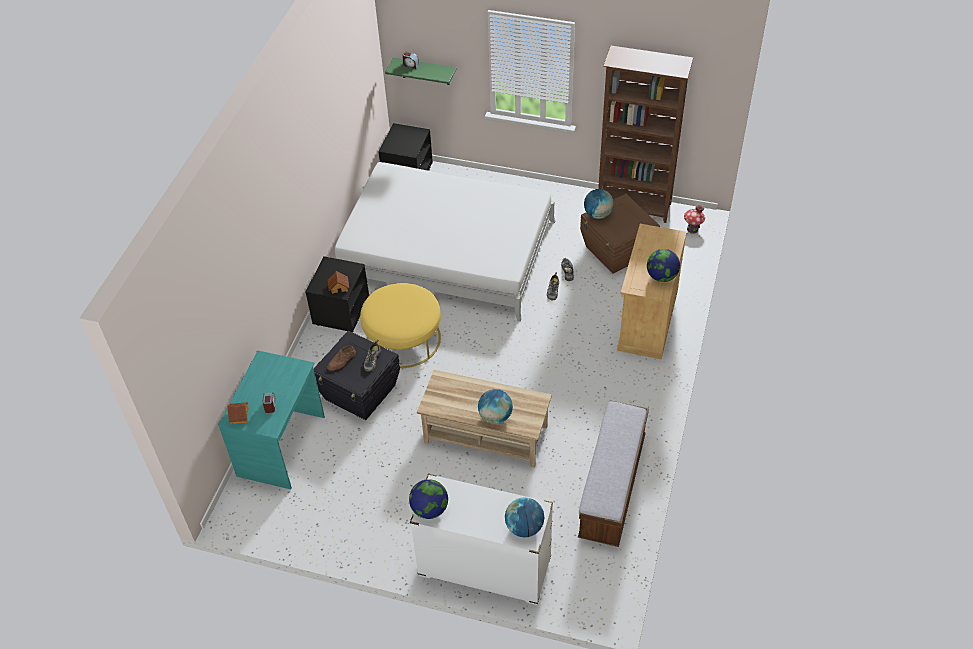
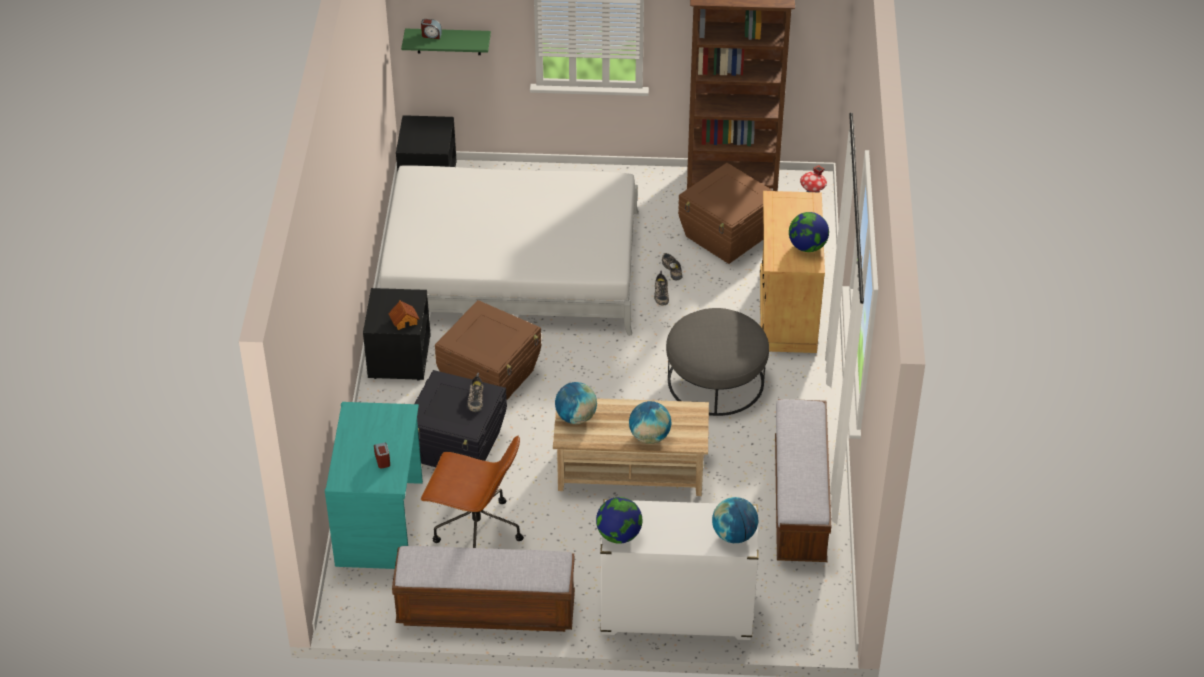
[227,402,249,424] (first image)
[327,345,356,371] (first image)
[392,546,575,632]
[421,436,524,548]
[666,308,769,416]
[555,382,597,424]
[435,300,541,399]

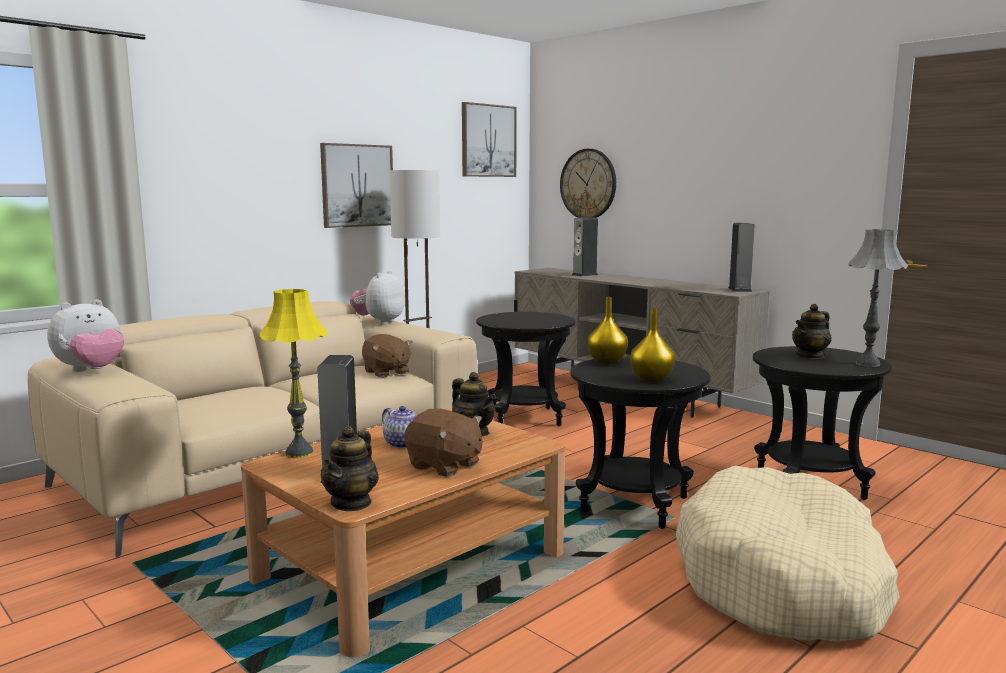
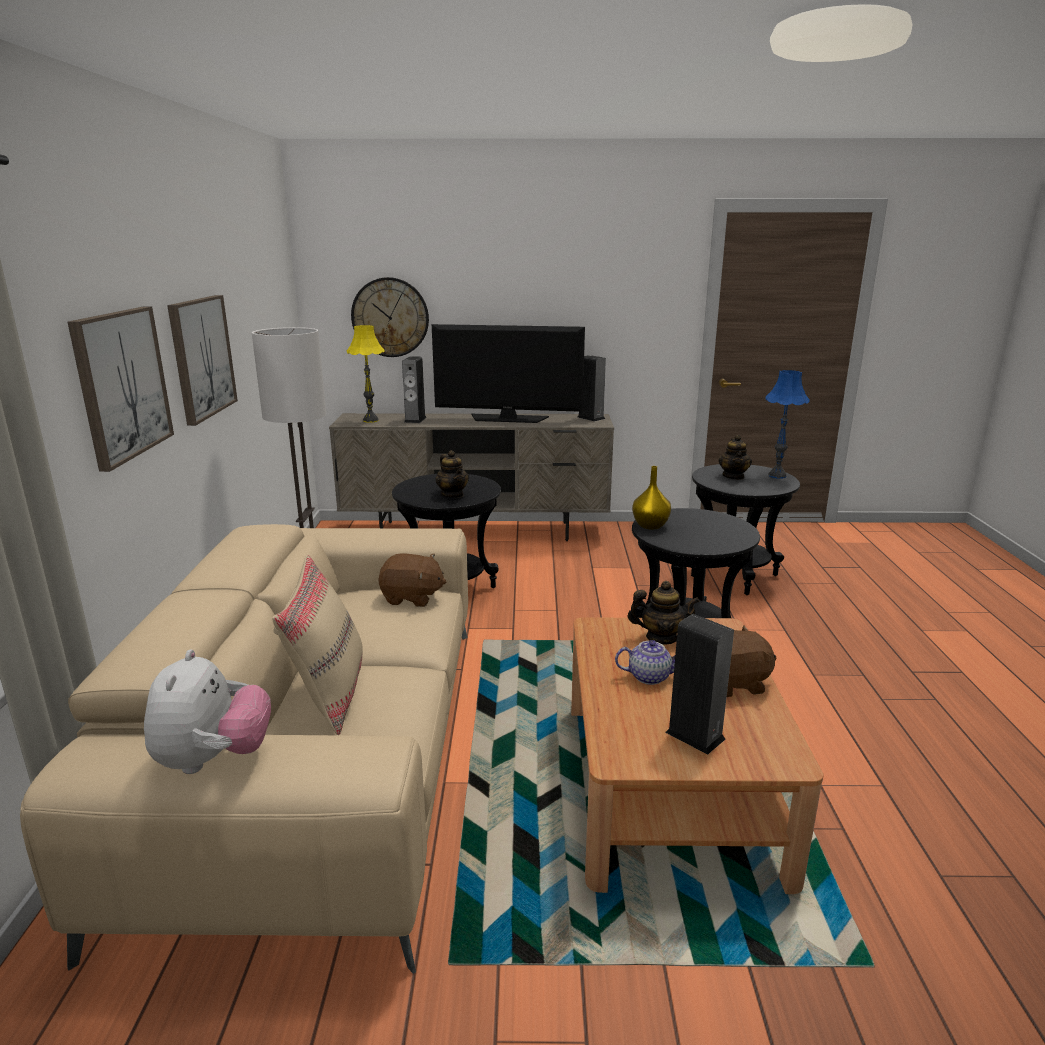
[350,270,405,324] (first image)
[630,308,675,383] (first image)
[676,466,900,642] (first image)
[272,555,363,735]
[432,324,585,423]
[347,325,385,423]
[435,450,469,498]
[68,307,174,472]
[765,370,810,479]

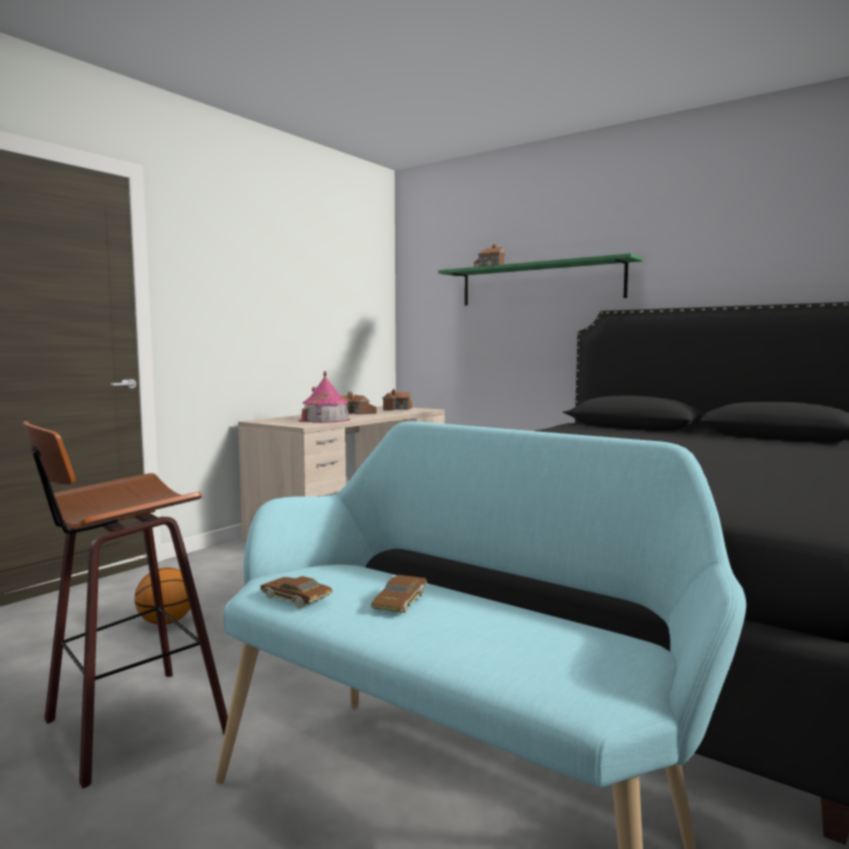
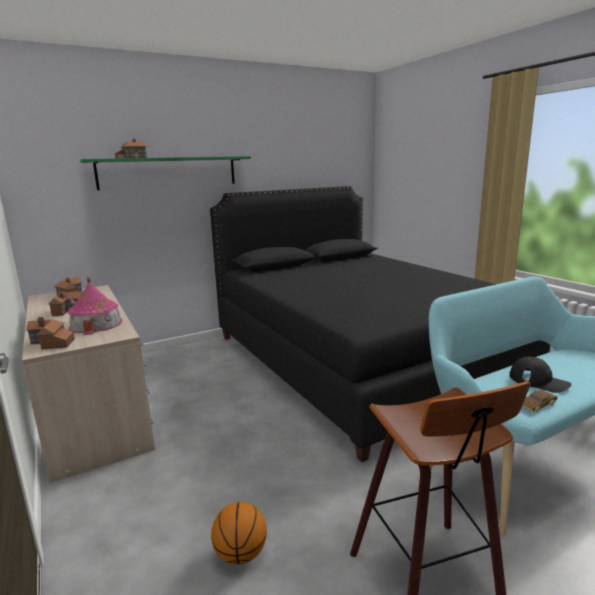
[26,317,75,350]
[510,357,572,393]

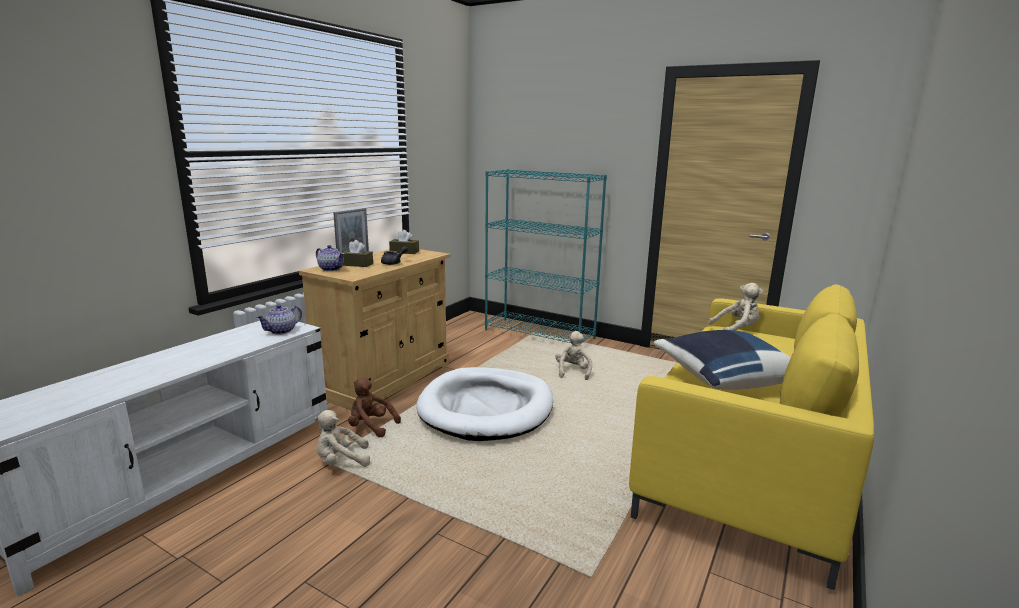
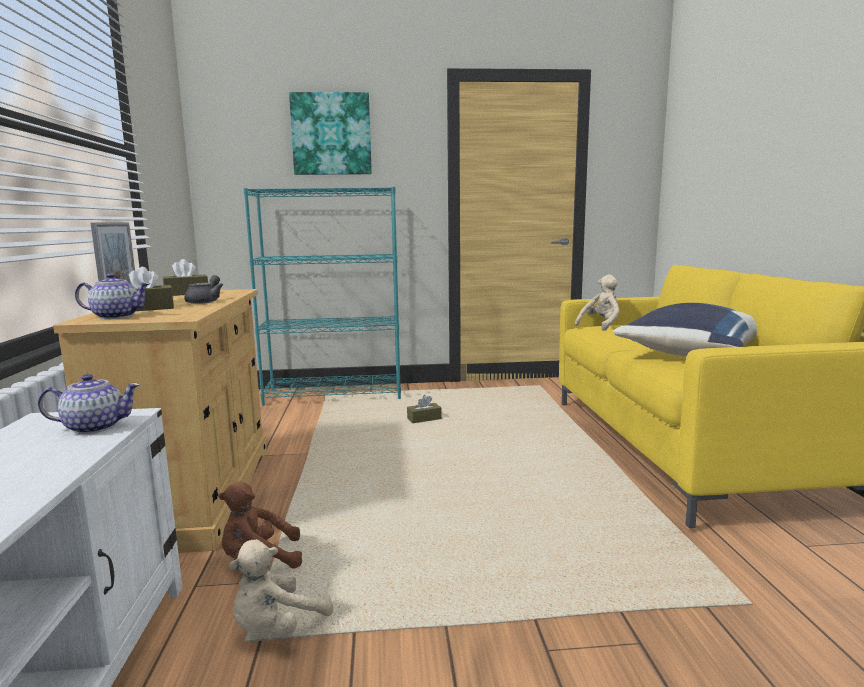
[416,367,553,441] (first image)
[289,92,372,175]
[407,395,442,423]
[38,374,140,434]

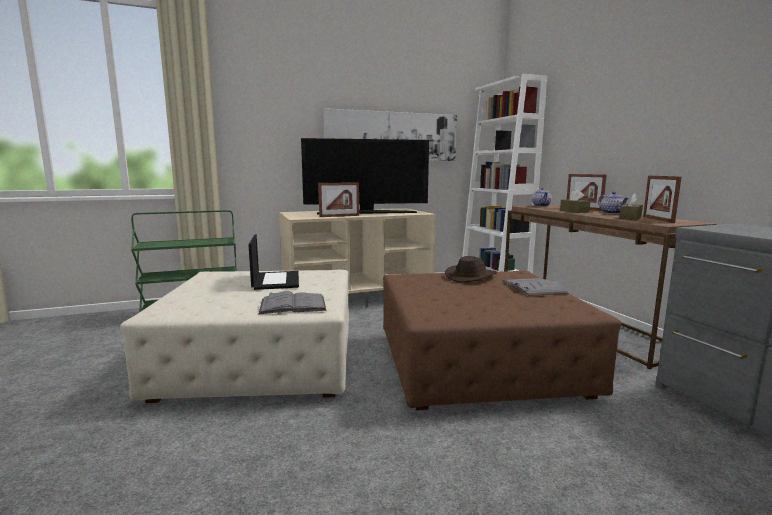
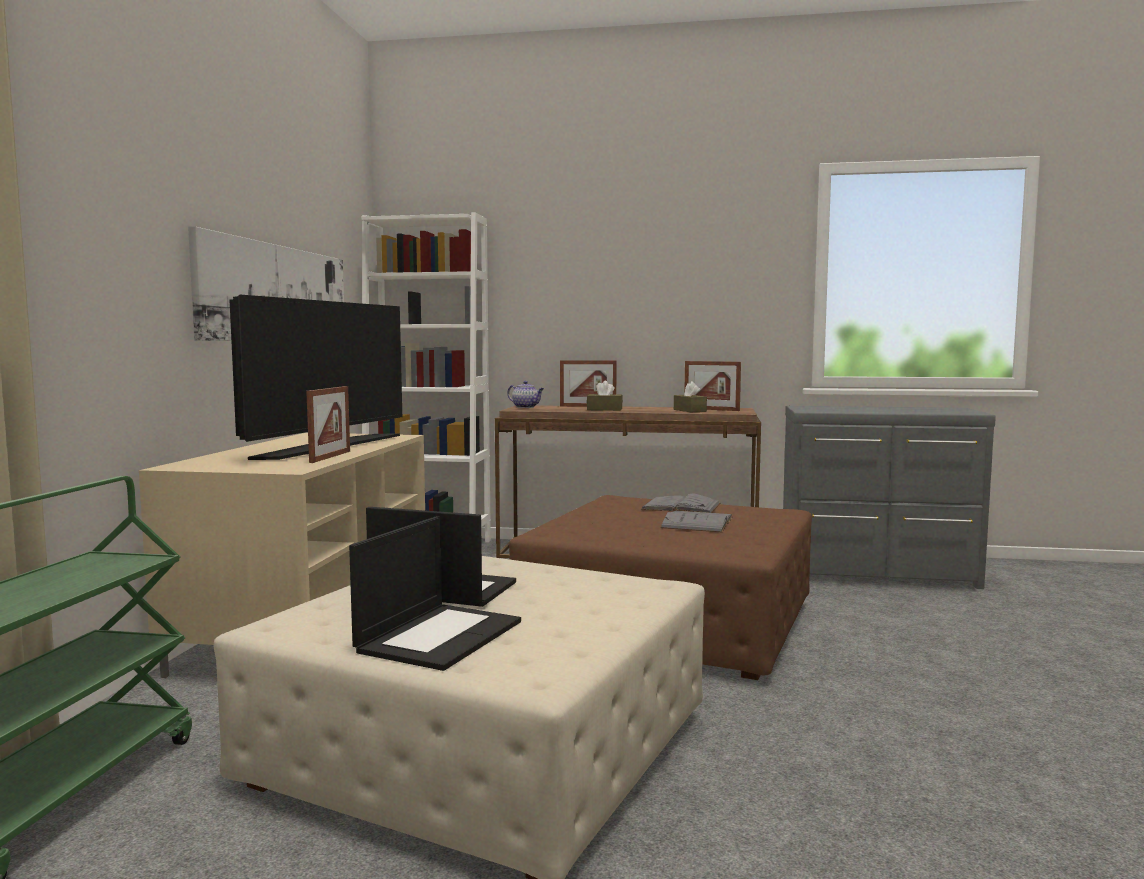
[445,256,497,282] (first image)
[598,191,629,214] (first image)
[349,516,521,671]
[660,511,733,532]

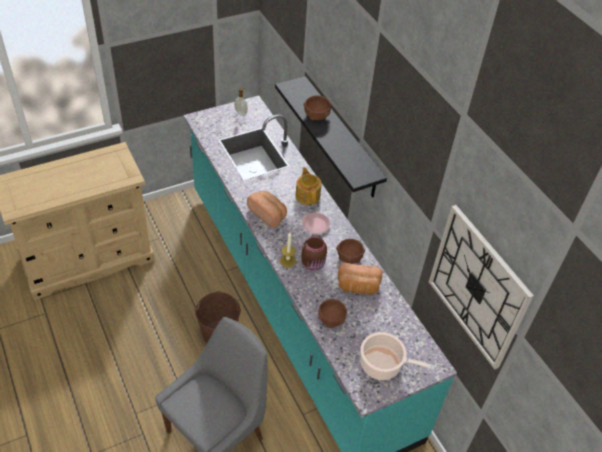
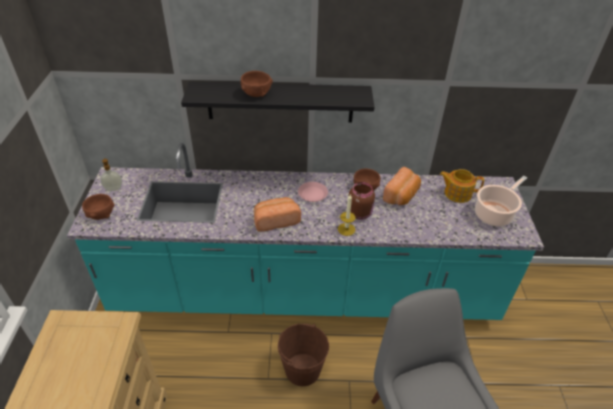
[429,205,534,370] (first image)
[440,169,484,203]
[82,194,114,220]

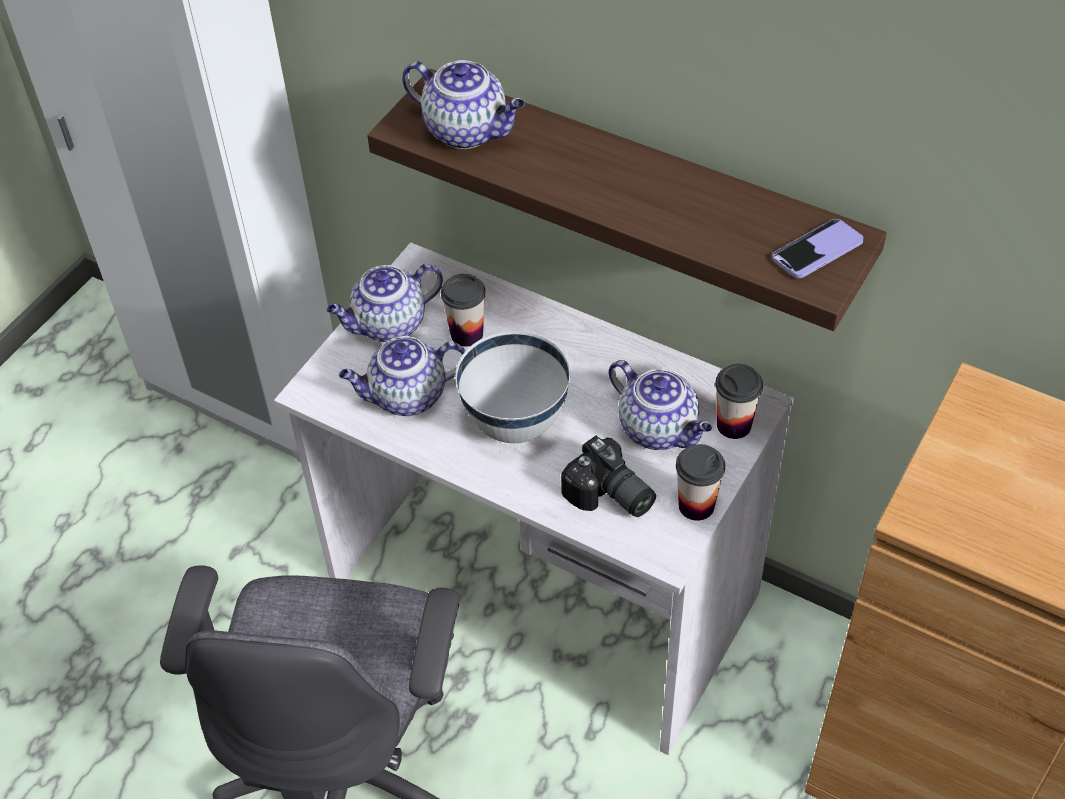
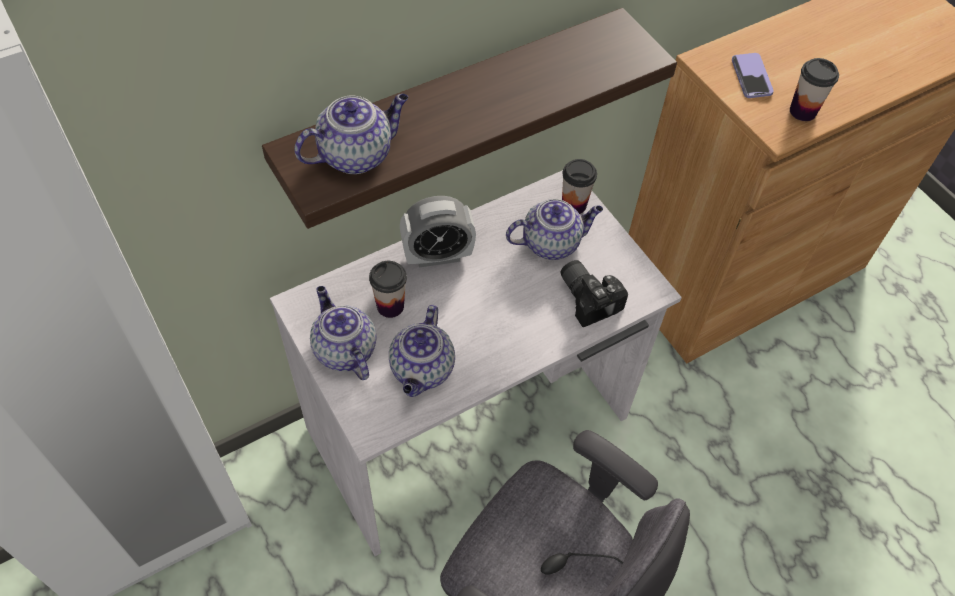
[455,331,570,443] (first image)
[400,196,476,268]
[790,58,839,121]
[732,53,774,98]
[310,286,377,380]
[561,260,628,327]

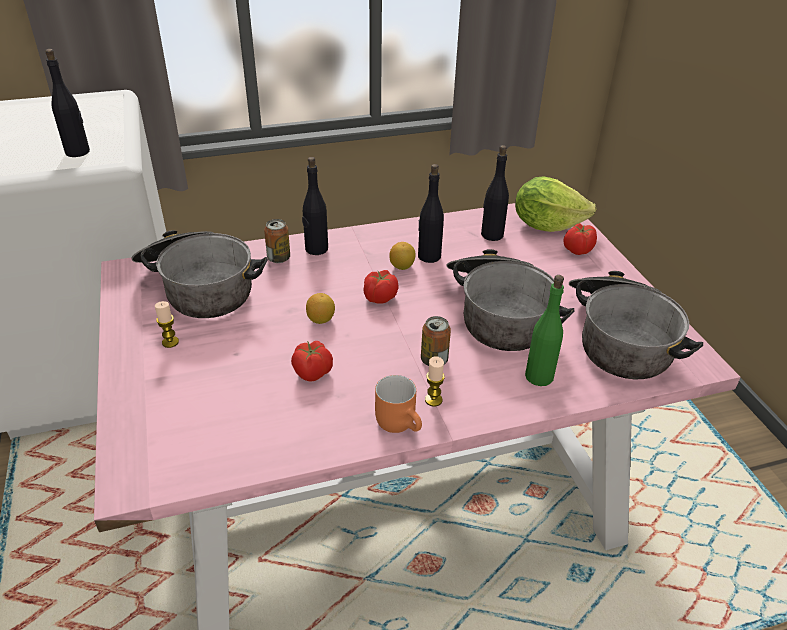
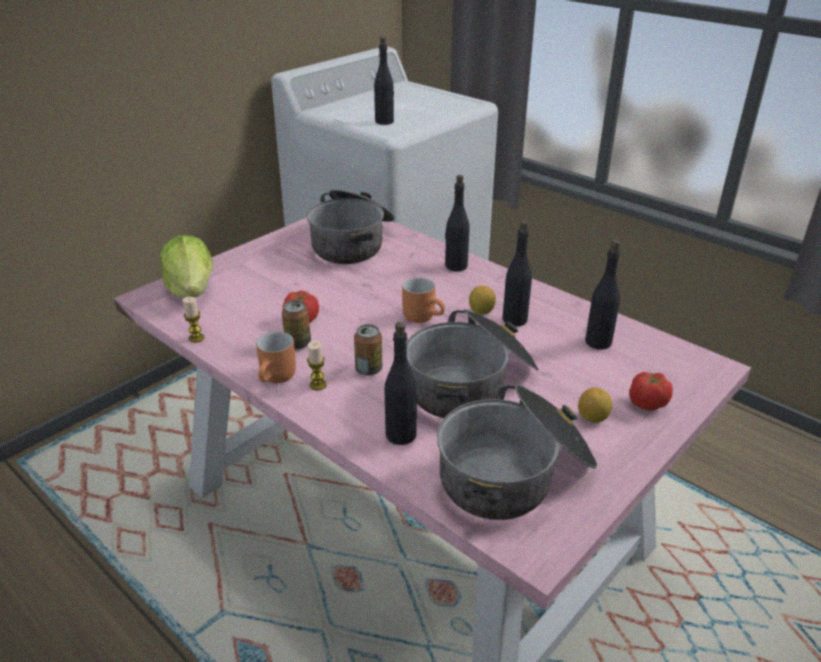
[183,297,205,343]
[282,300,311,349]
[578,388,612,423]
[160,235,213,298]
[402,277,445,323]
[385,322,418,445]

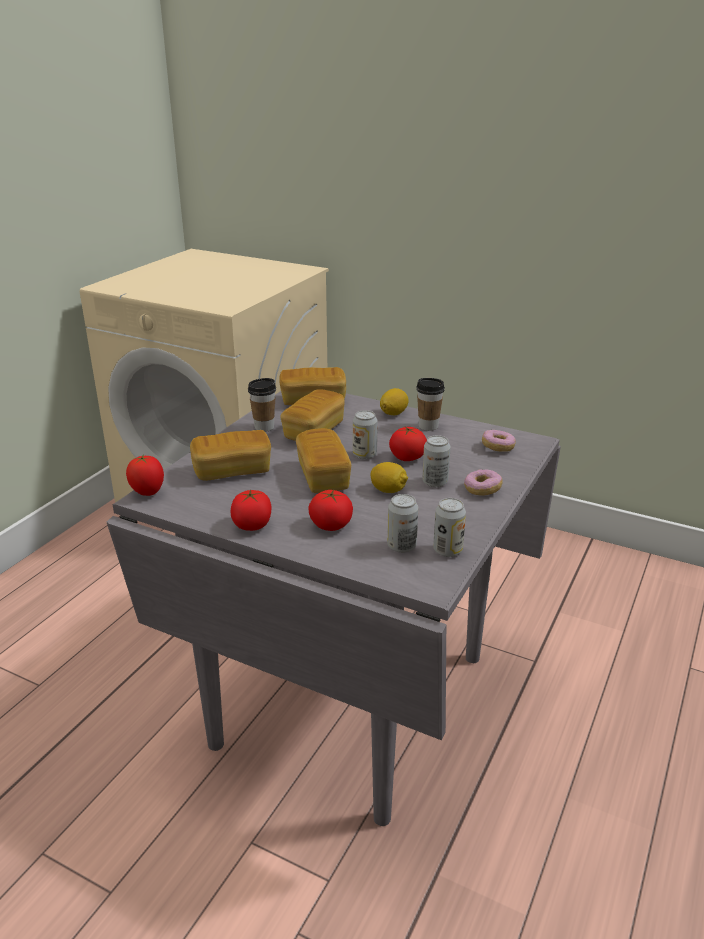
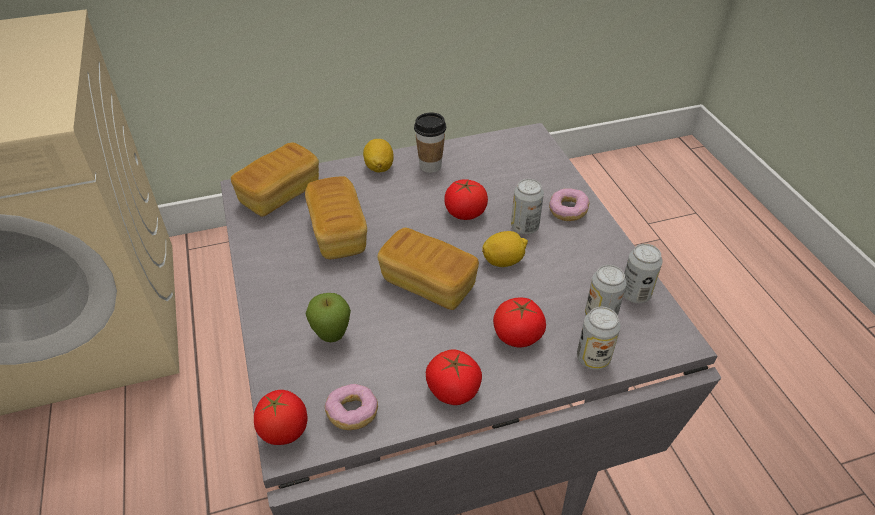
[248,378,276,432] (first image)
[577,307,620,370]
[325,384,378,430]
[305,293,351,342]

